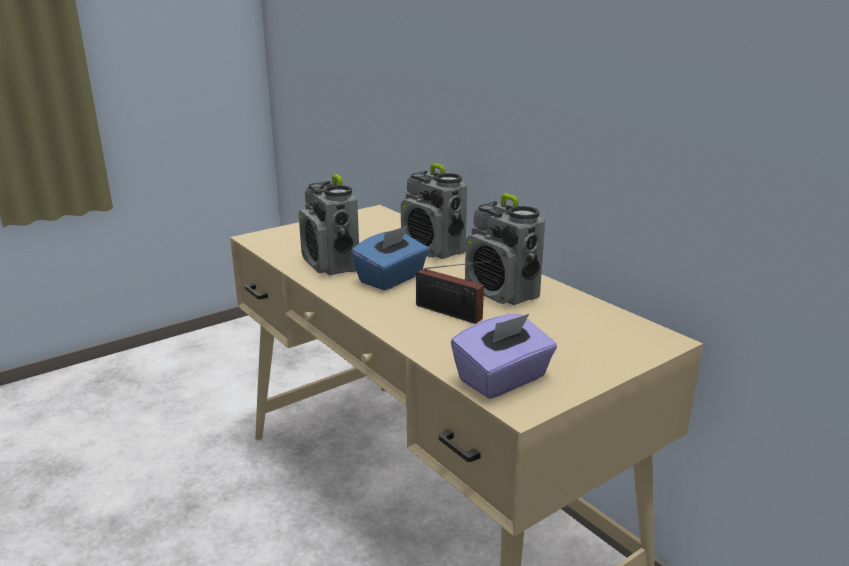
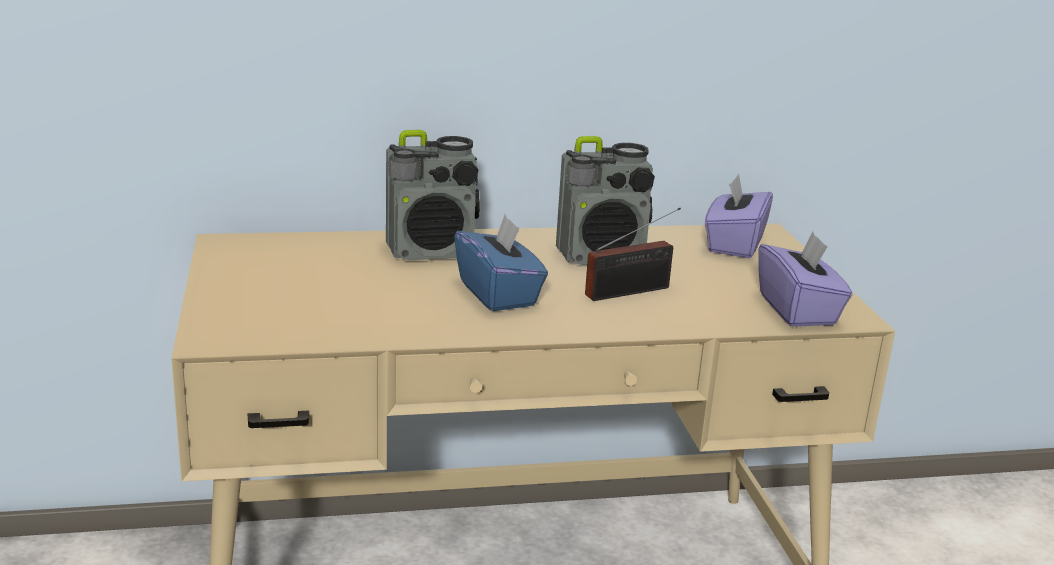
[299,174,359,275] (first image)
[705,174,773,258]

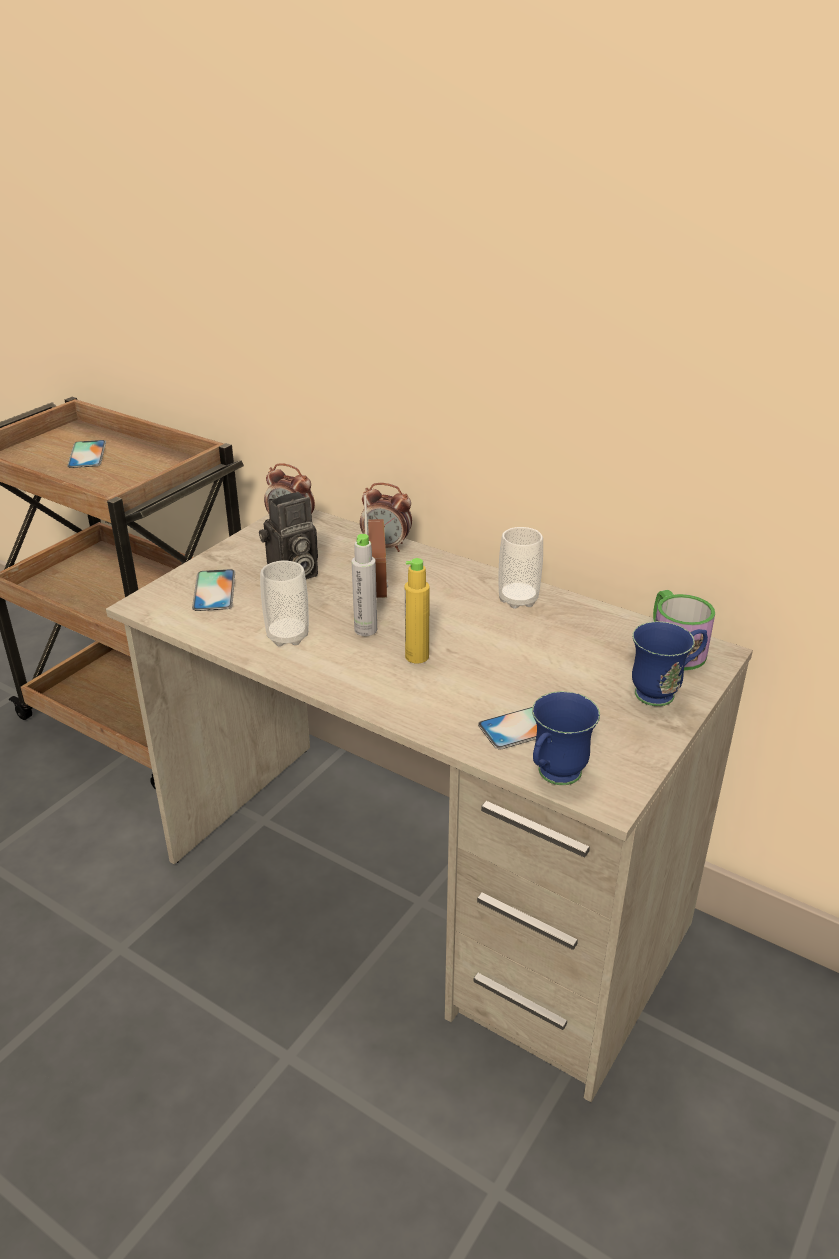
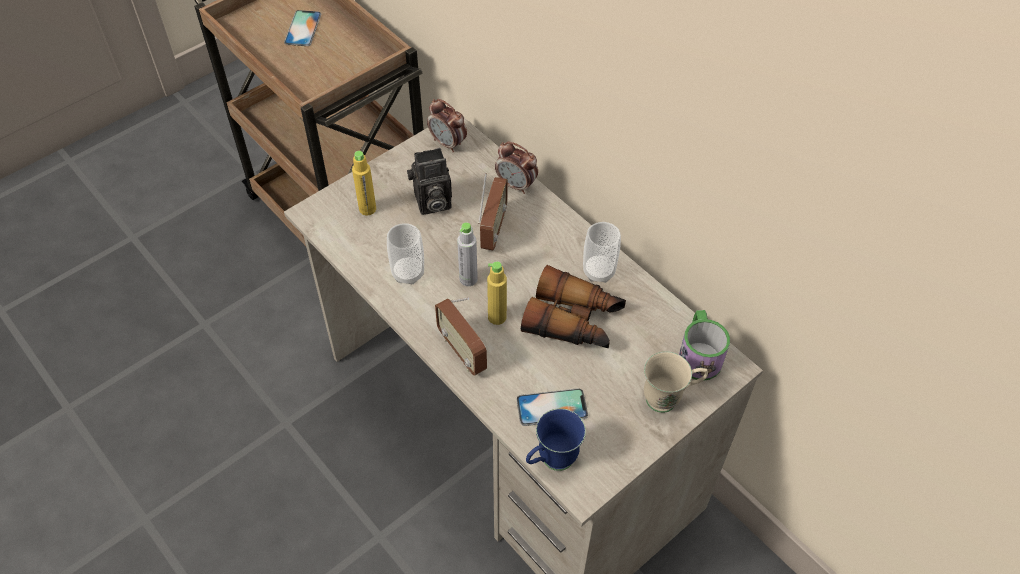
[435,297,487,376]
[521,265,626,348]
[352,151,376,215]
[644,351,708,413]

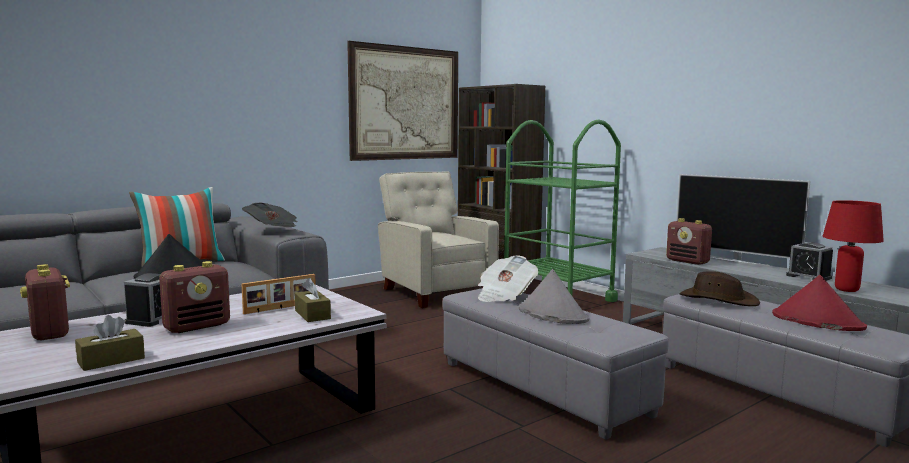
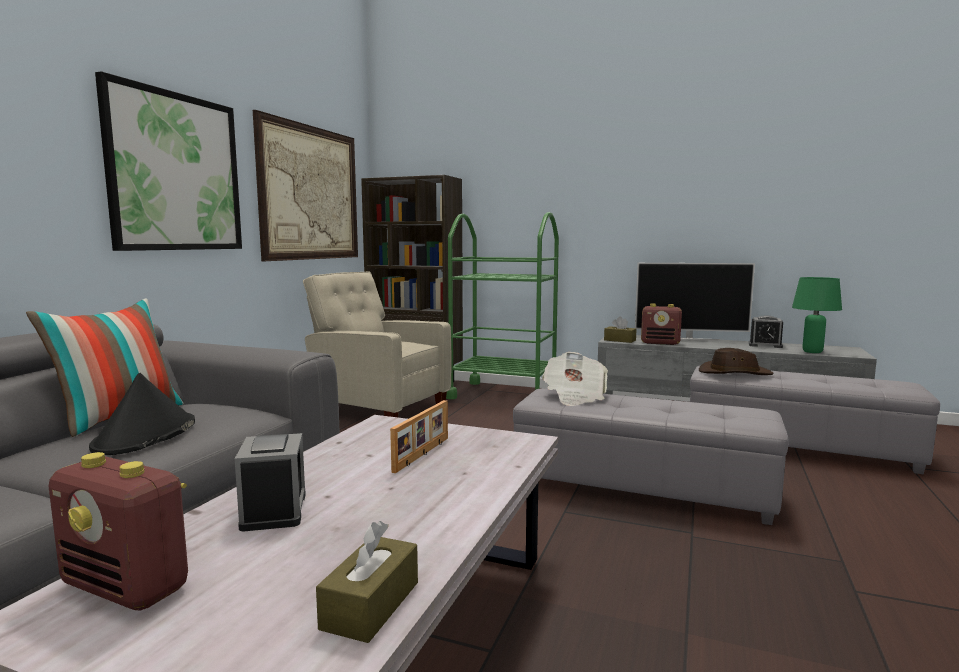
[159,261,230,333] (first image)
[242,203,298,227] (first image)
[519,269,590,324] (first image)
[772,275,867,331] (first image)
[95,71,242,251]
[604,317,636,343]
[792,277,842,353]

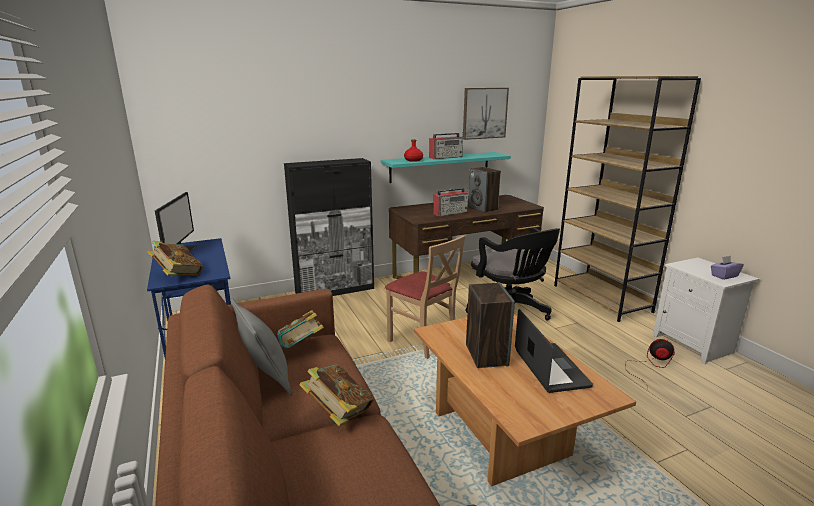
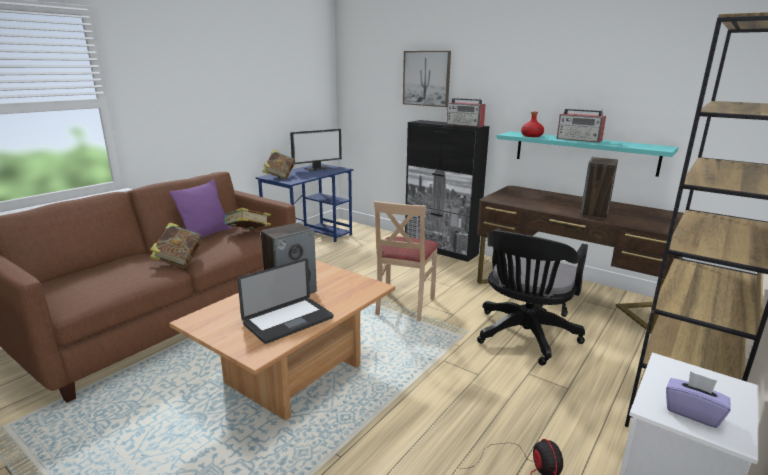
[447,98,486,127]
[403,51,451,107]
[169,179,232,238]

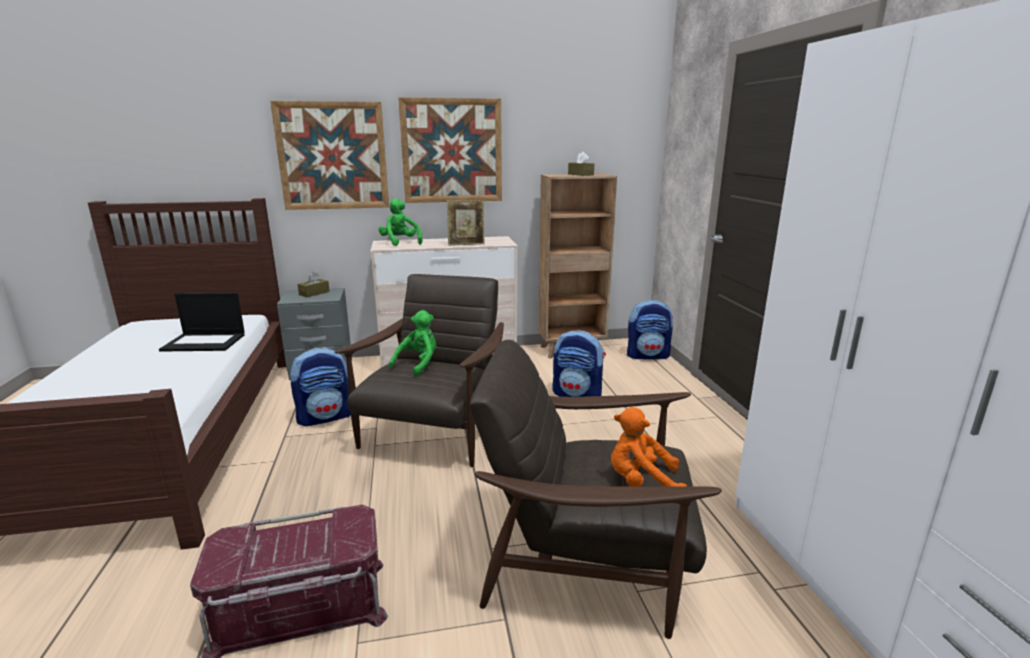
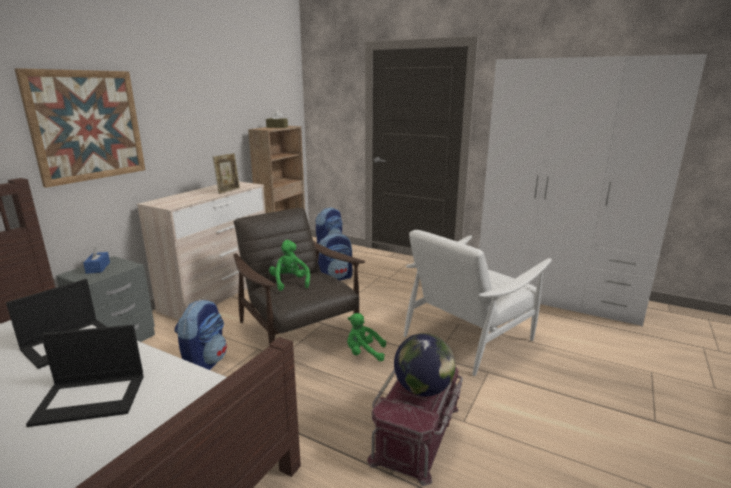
[398,97,502,203] (first image)
[611,407,687,487] (first image)
[26,325,144,427]
[394,333,455,396]
[347,313,386,361]
[83,246,110,274]
[404,230,552,376]

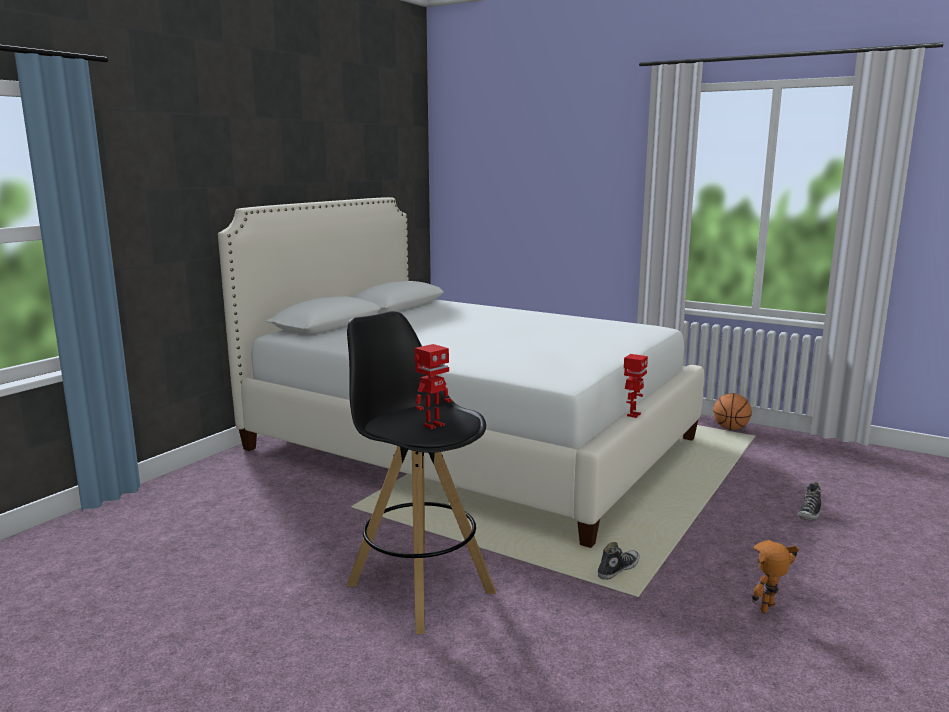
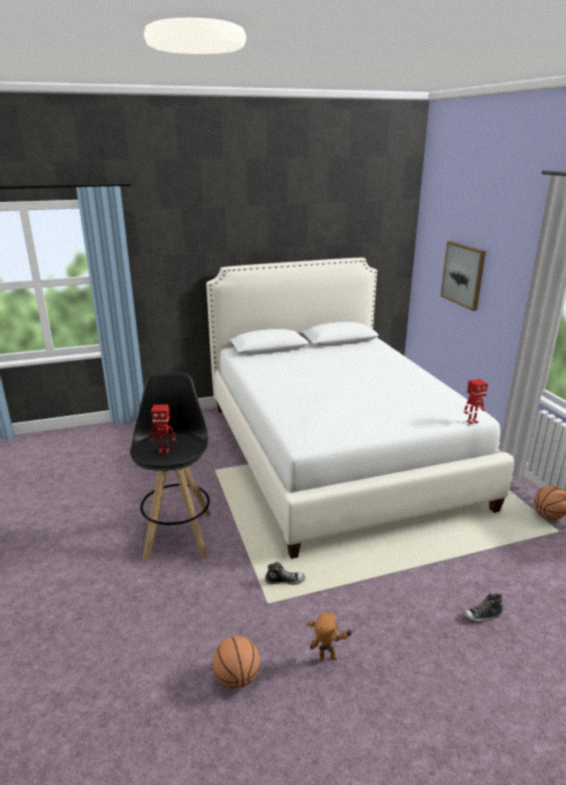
[212,636,260,689]
[441,241,486,311]
[464,379,488,424]

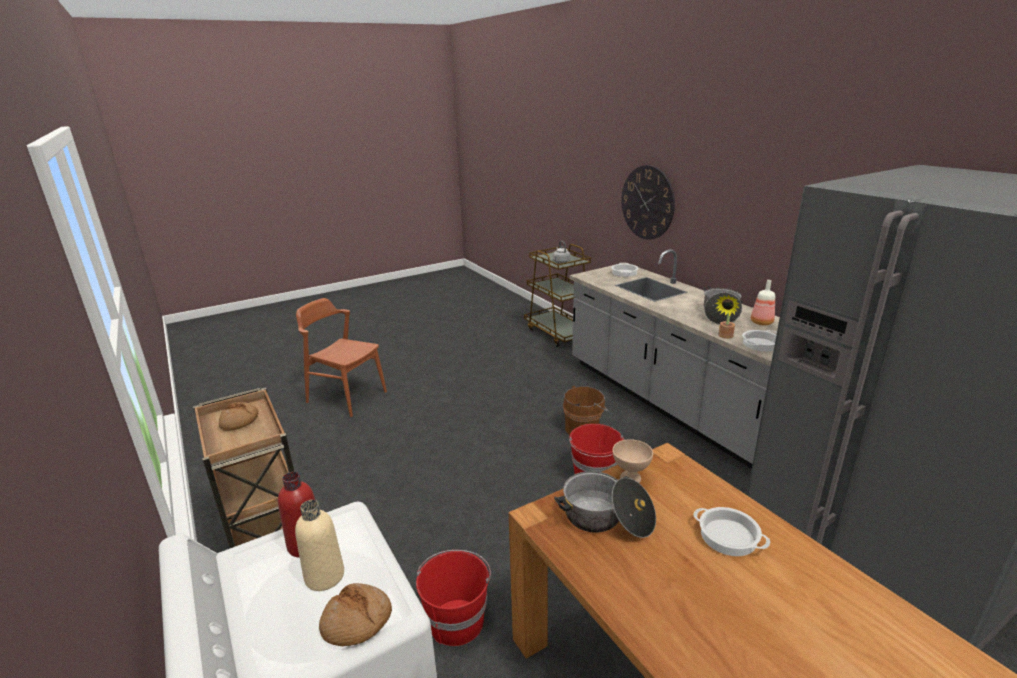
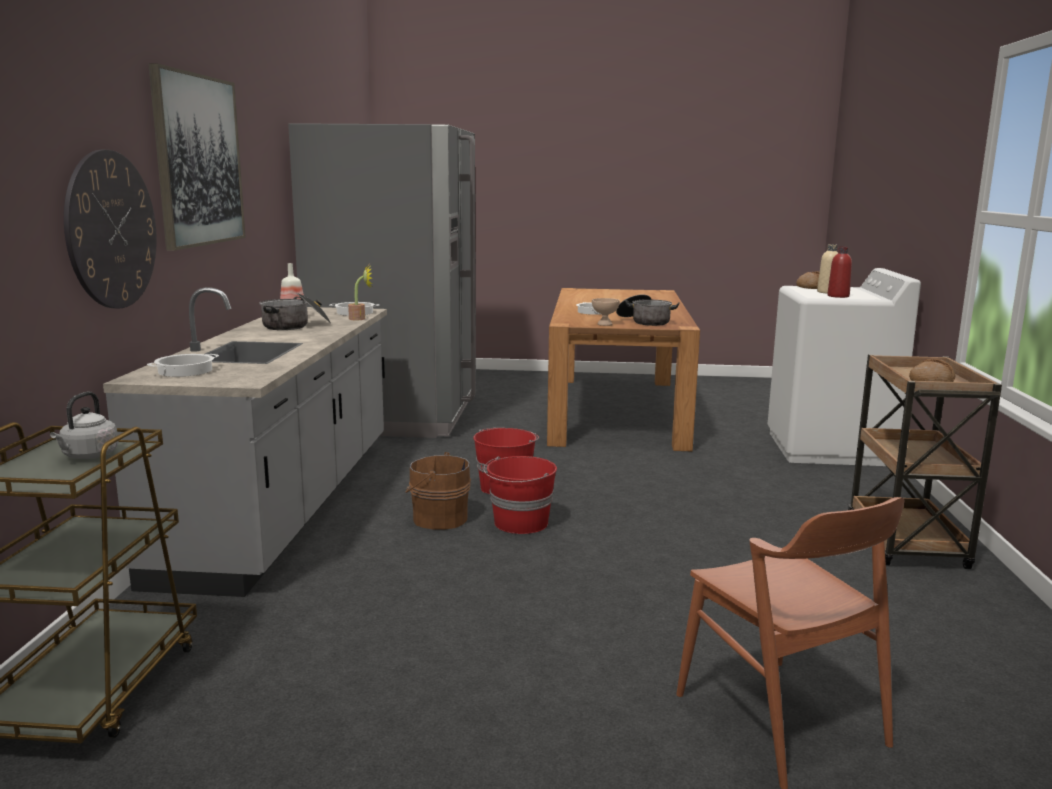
[148,64,246,251]
[483,456,557,534]

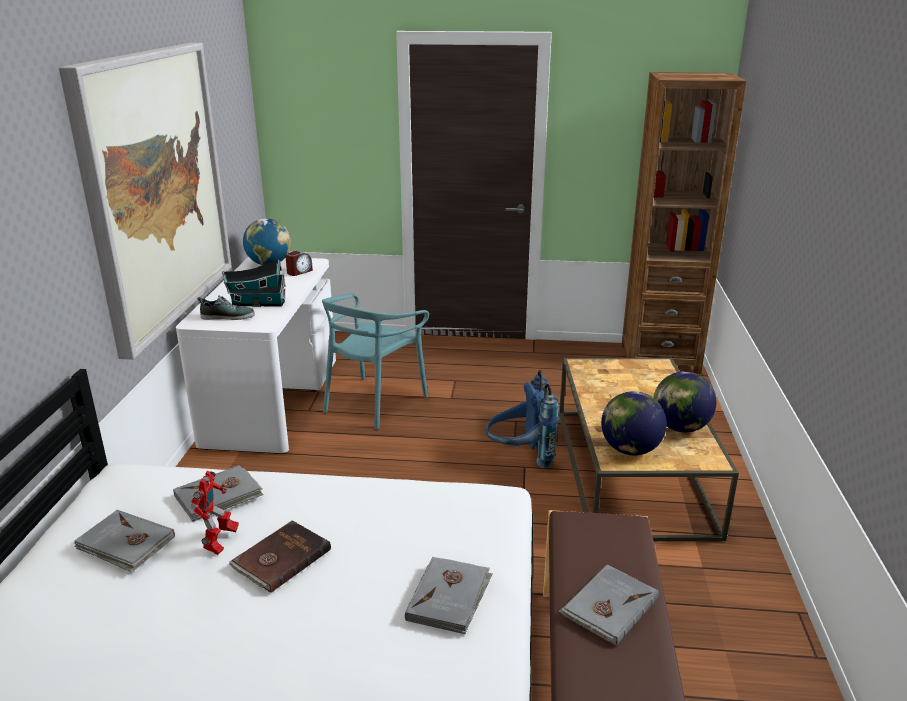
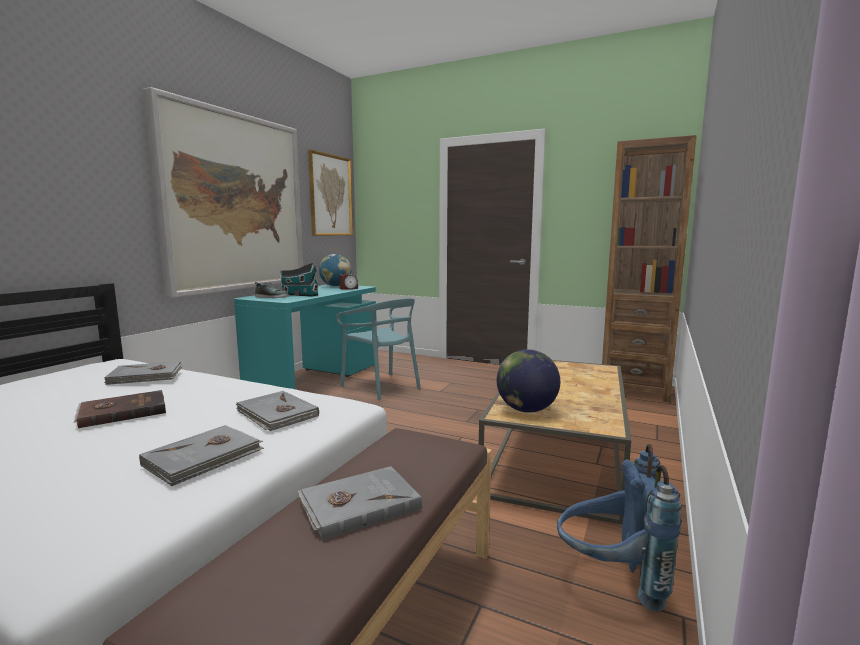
[191,471,239,555] (first image)
[653,372,716,432] (first image)
[308,150,353,236]
[236,391,319,431]
[557,444,681,612]
[234,284,377,389]
[336,298,421,400]

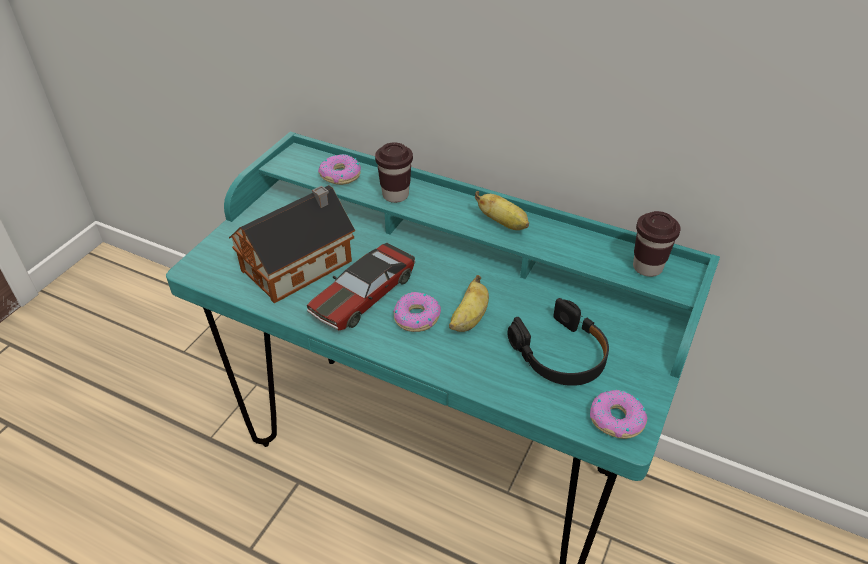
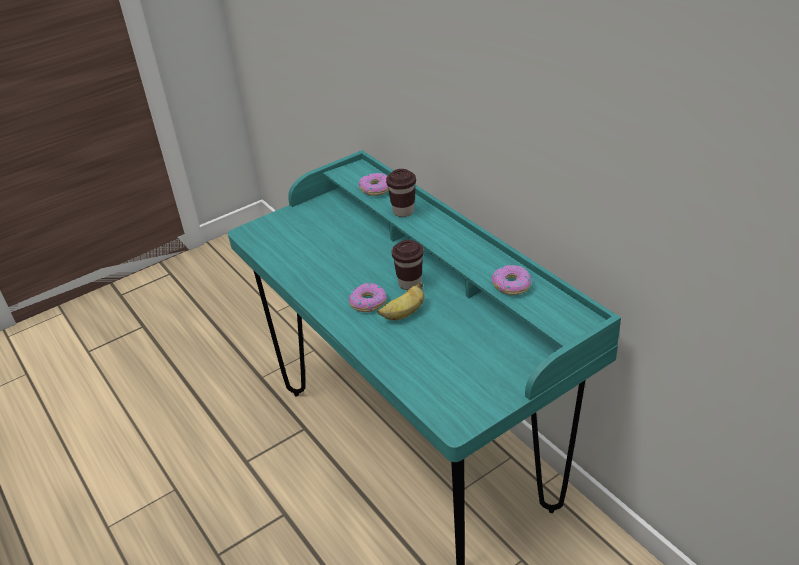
[229,185,355,303] (first image)
[307,243,415,330] (first image)
[475,191,529,230] (first image)
[507,298,609,386] (first image)
[491,265,531,295]
[392,240,424,290]

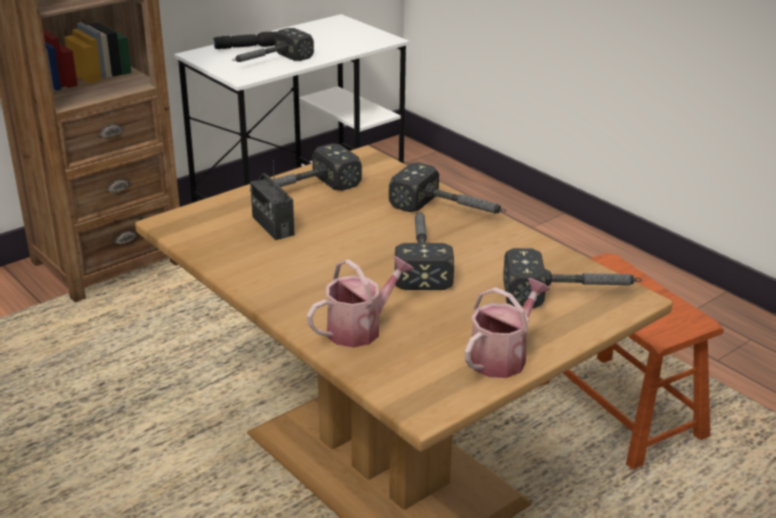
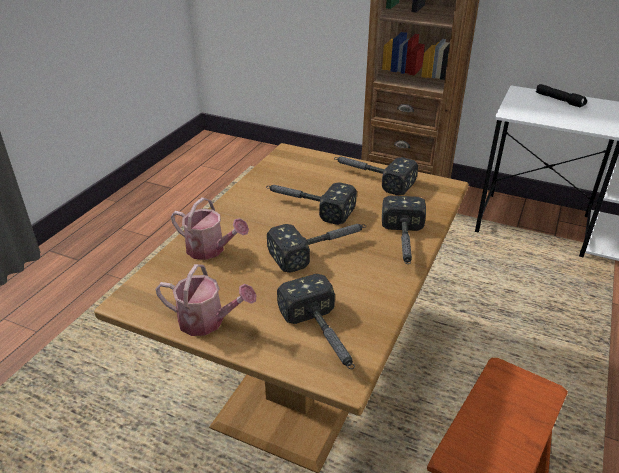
[250,160,295,240] (first image)
[266,182,357,225]

